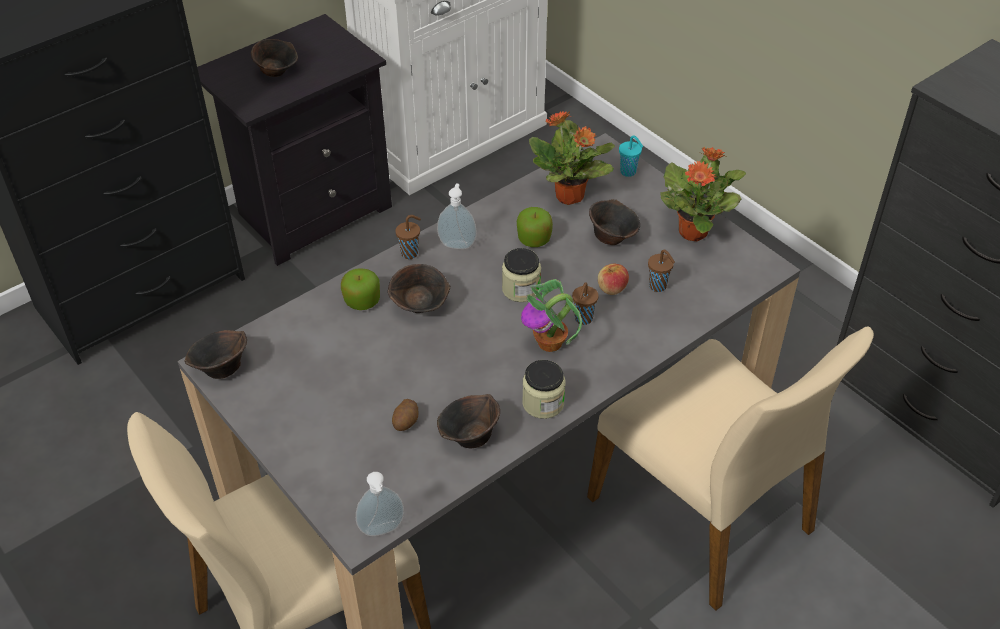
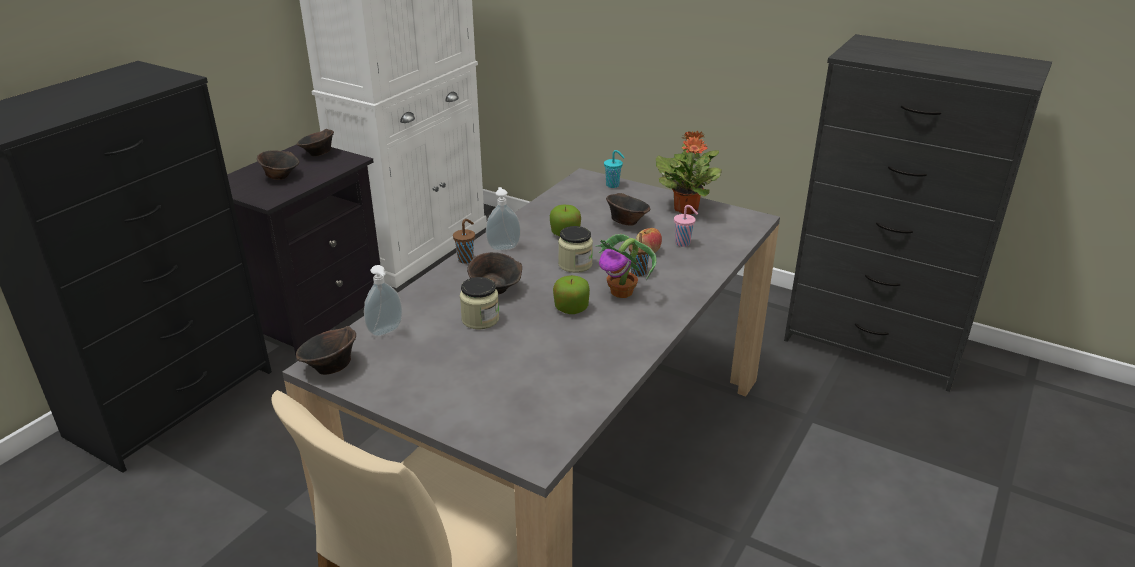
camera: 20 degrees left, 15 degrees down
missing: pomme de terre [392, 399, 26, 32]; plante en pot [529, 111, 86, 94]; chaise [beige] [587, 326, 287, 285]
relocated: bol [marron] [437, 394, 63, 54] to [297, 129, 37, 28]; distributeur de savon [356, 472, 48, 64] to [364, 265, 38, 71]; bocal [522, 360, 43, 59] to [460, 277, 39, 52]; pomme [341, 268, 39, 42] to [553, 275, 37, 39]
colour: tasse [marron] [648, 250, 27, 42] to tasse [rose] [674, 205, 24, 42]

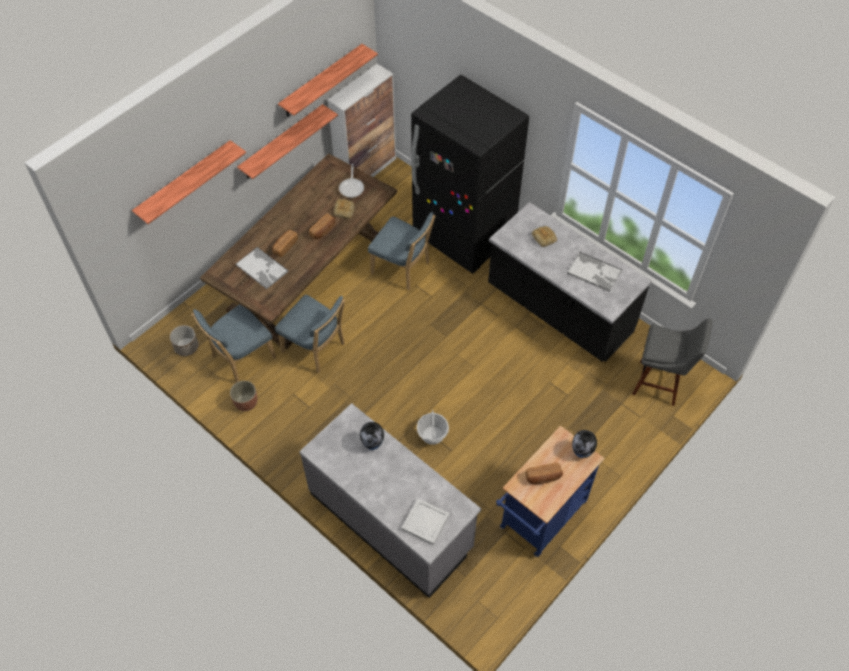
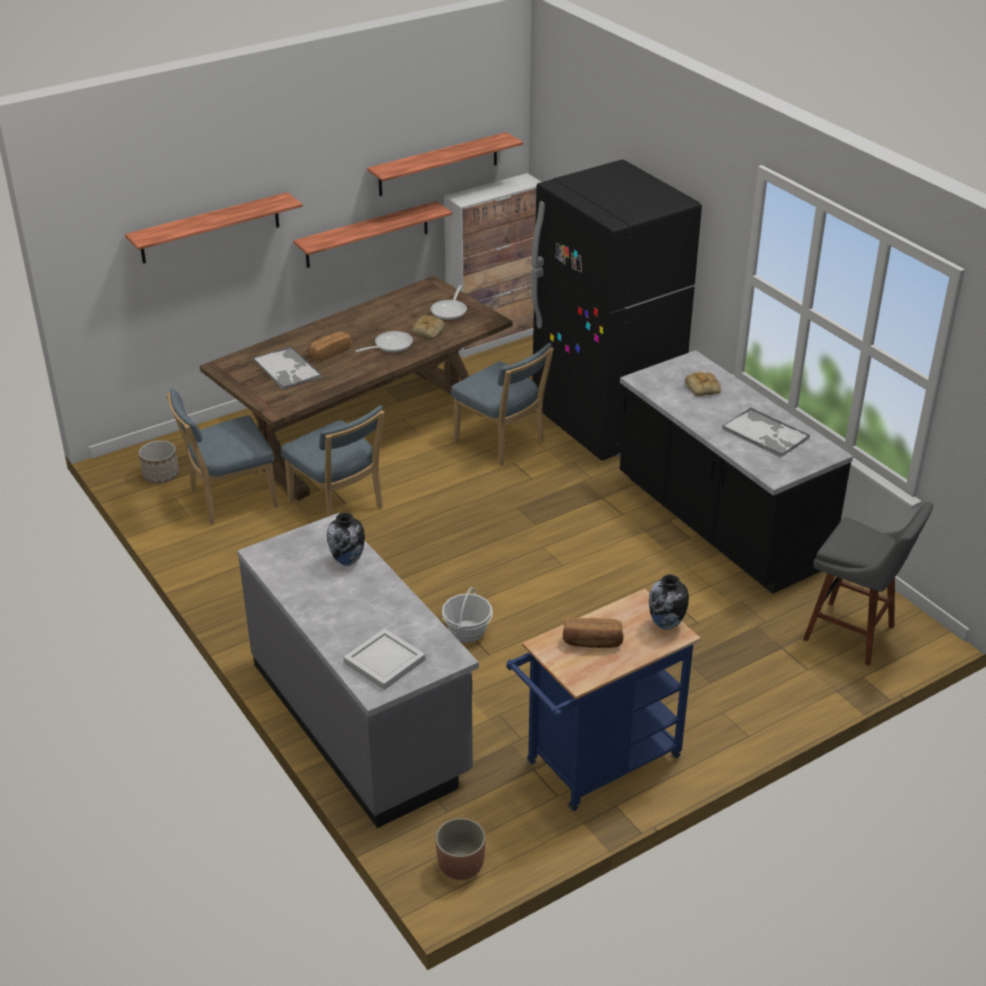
camera: 15 degrees right, 20 degrees down
relocated: cache-pot [230, 381, 27, 30] to [435, 818, 51, 62]
exchanged: pain [309, 213, 27, 26] to poêle [355, 331, 58, 22]

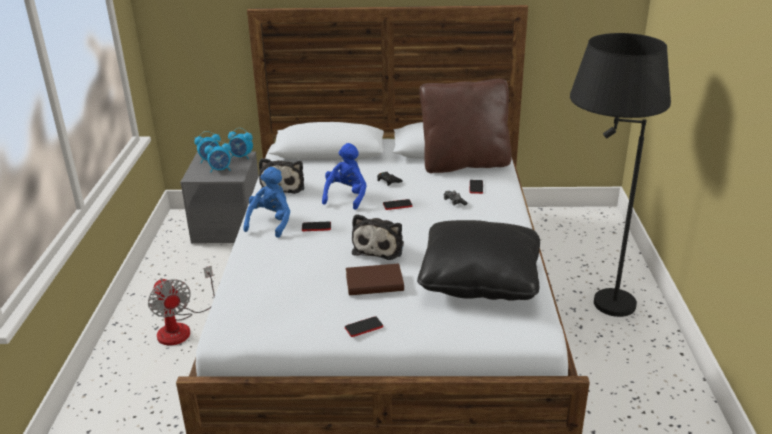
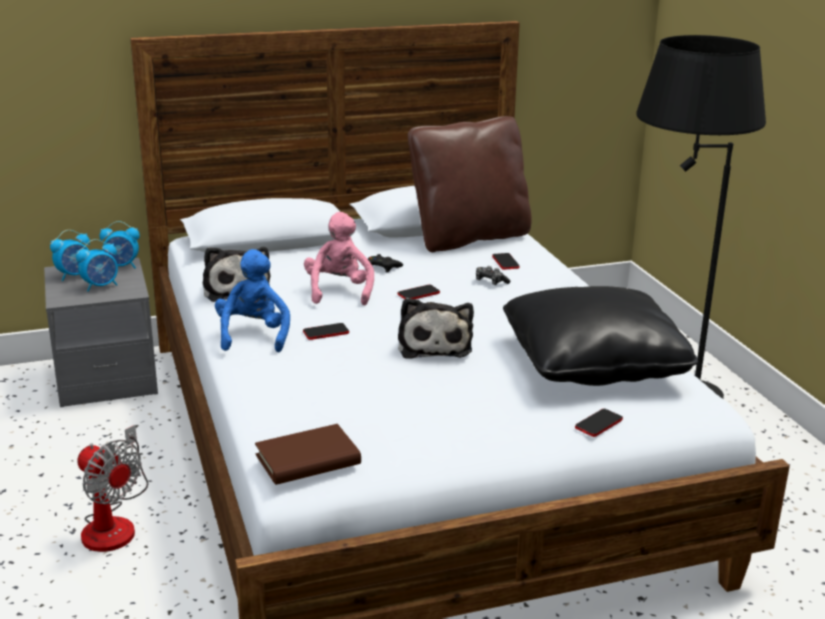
camera: 20 degrees left, 5 degrees down
relocated: livre [marron] [346, 264, 58, 31] to [255, 424, 106, 61]; téléphone [345, 316, 38, 21] to [575, 409, 48, 28]
colour: peluche [bleu] [322, 143, 45, 67] to peluche [rose] [304, 212, 70, 93]

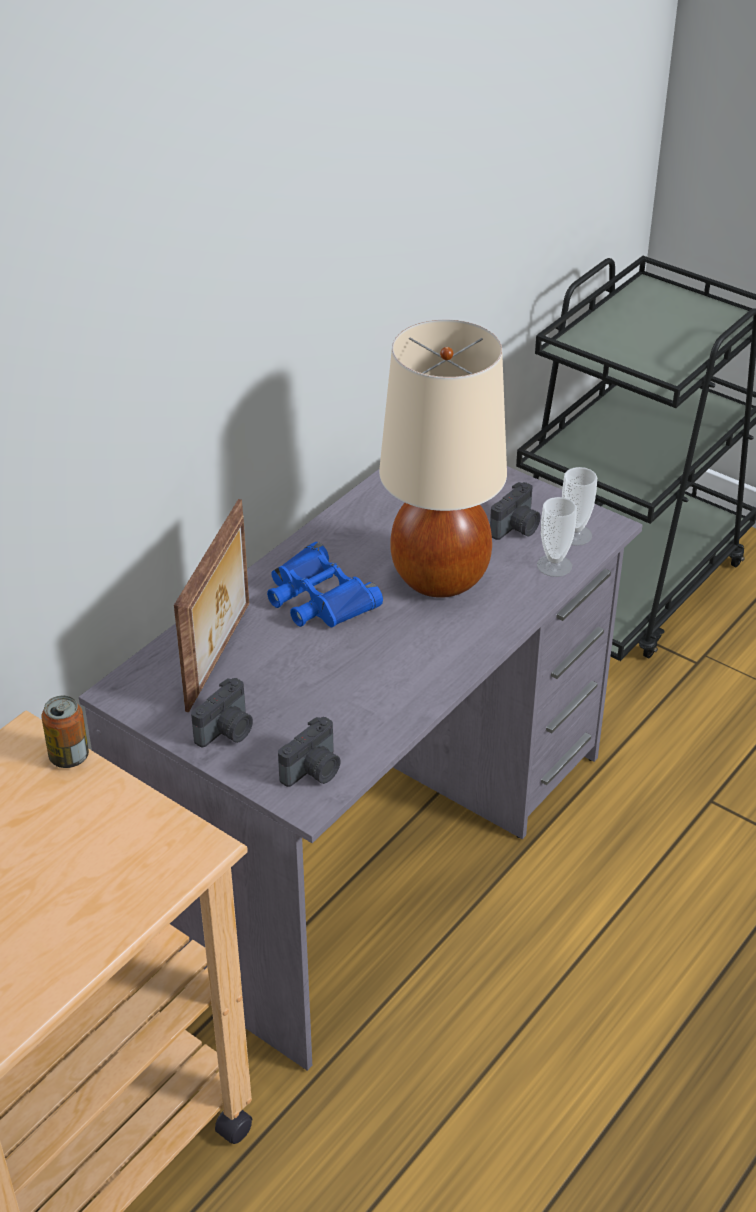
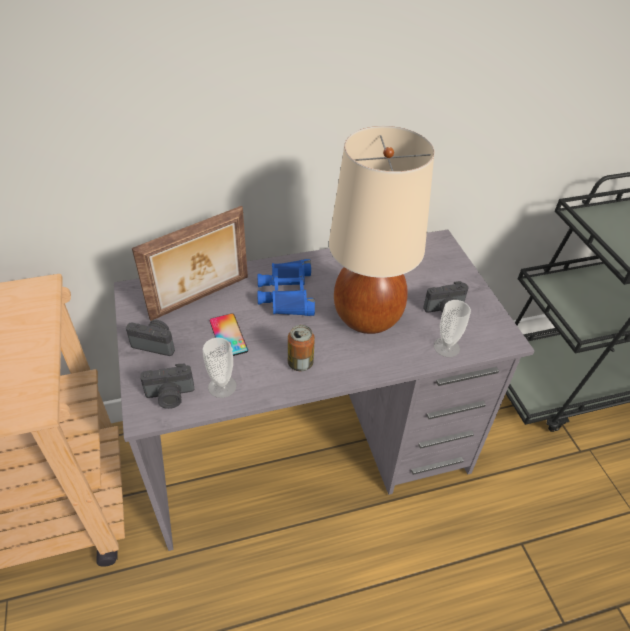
camera: 35 degrees right, 5 degrees up
appeared: téléphone [210, 313, 38, 43]
relocated: tasse [562, 467, 35, 79] to [203, 337, 34, 61]; boîte métallique [41, 696, 48, 72] to [288, 325, 27, 46]
spun: appareil photo [191, 678, 62, 69] = [126, 320, 49, 36] 150 degrees counterclockwise

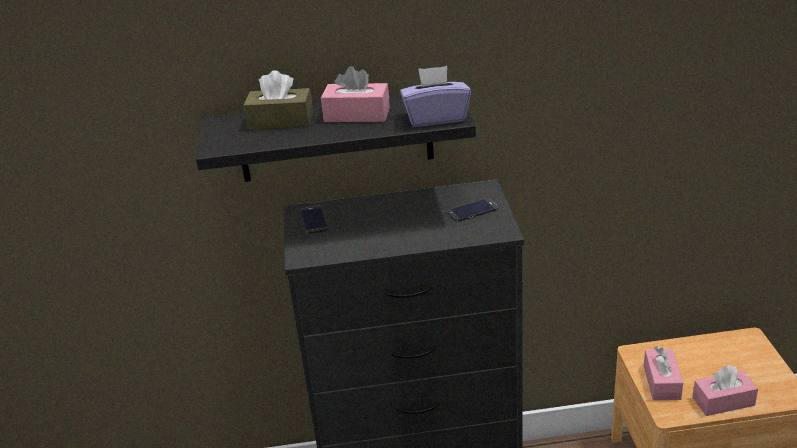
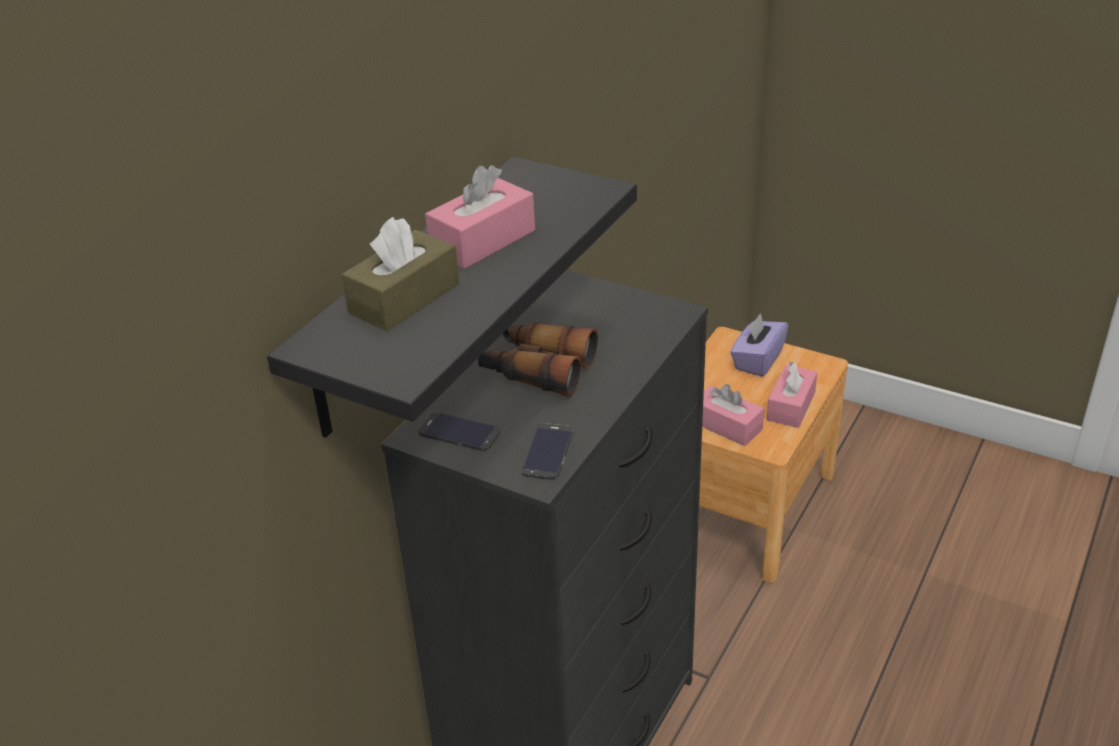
camera: 55 degrees left, 5 degrees up
appeared: jumelles [478, 322, 120, 75]
relocated: téléphone [448, 198, 50, 24] to [522, 423, 51, 57]; boîte à mouchoirs [violet] [400, 66, 71, 61] to [730, 313, 58, 64]

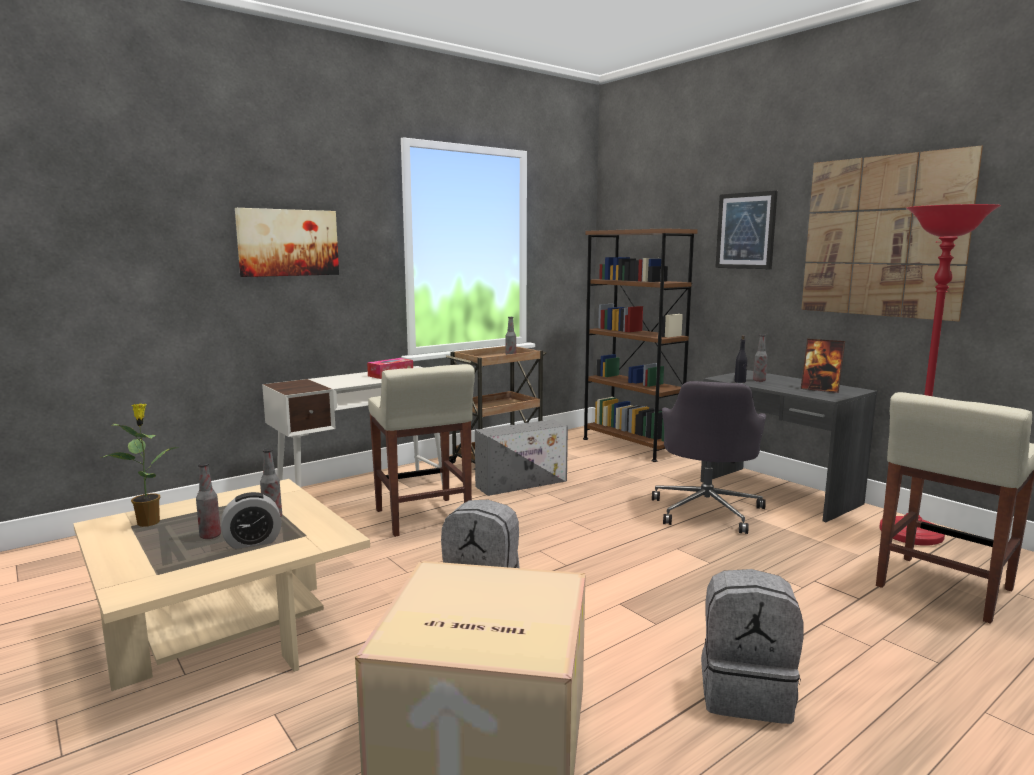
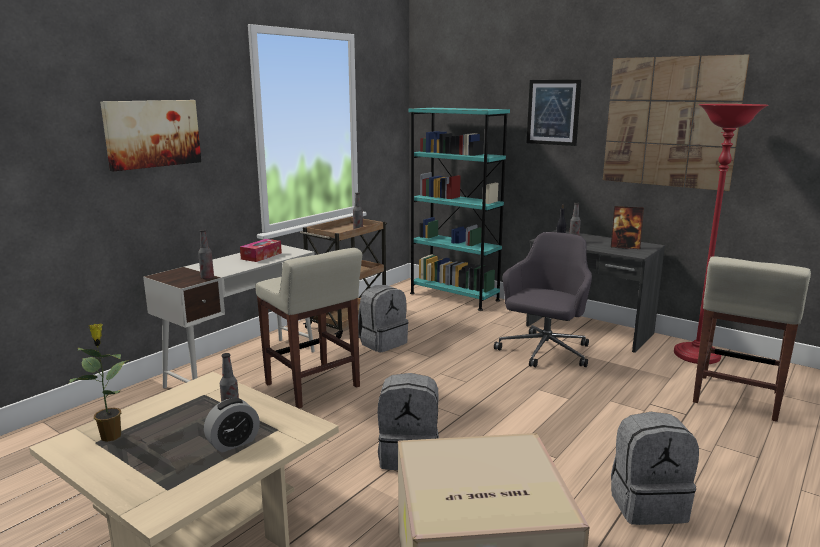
camera: 15 degrees left, 5 degrees up
relocated: bouteille [196, 462, 25, 77] to [198, 229, 16, 50]
exchanged: boîte de rangement [gris] [475, 419, 93, 77] to sac à dos [gris] [358, 285, 50, 67]
colour: bibliothèque [marron] [583, 228, 115, 234] to bibliothèque [turquoise] [409, 108, 101, 203]
spun: chaise de bureau [gris] [652, 381, 114, 153] = [494, 232, 98, 135] 150 degrees counterclockwise

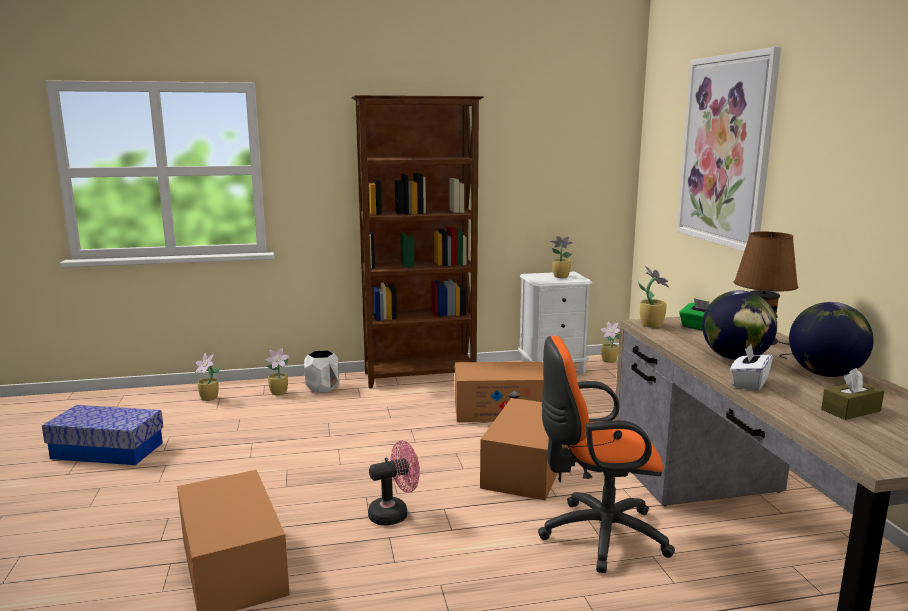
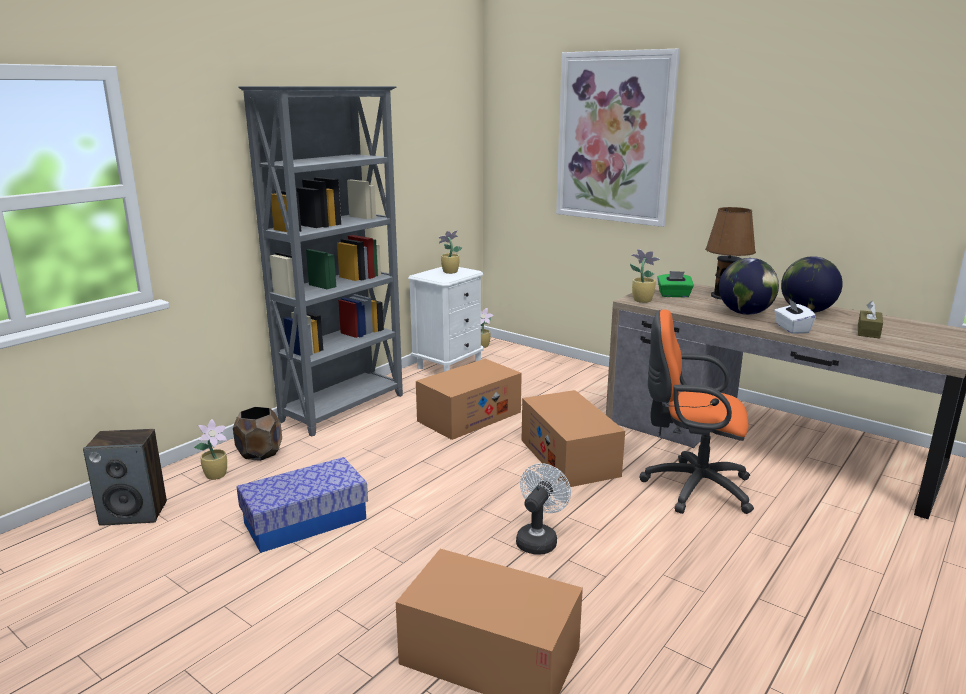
camera: 40 degrees left, 5 degrees up
relocated: boîte de rangement [42, 405, 121, 60] to [237, 457, 131, 96]
exchanged: plante en pot [195, 353, 25, 48] to enceinte [83, 429, 84, 97]
colour: cache-pot [blanc] [304, 350, 35, 43] to cache-pot [marron] [233, 407, 49, 54]; bibliothèque [marron] [351, 95, 133, 293] to bibliothèque [gris] [238, 86, 165, 351]; ventilateur [rose] [368, 440, 52, 86] to ventilateur [blanc] [516, 463, 55, 91]
spun: chaise de bureau [orange] [538, 336, 137, 237] = [639, 309, 115, 205] 60 degrees clockwise

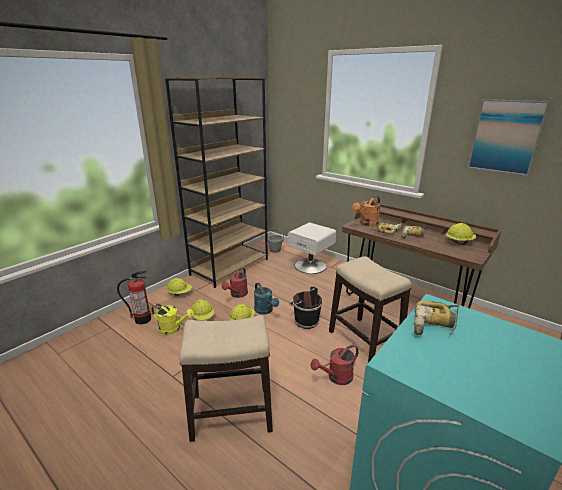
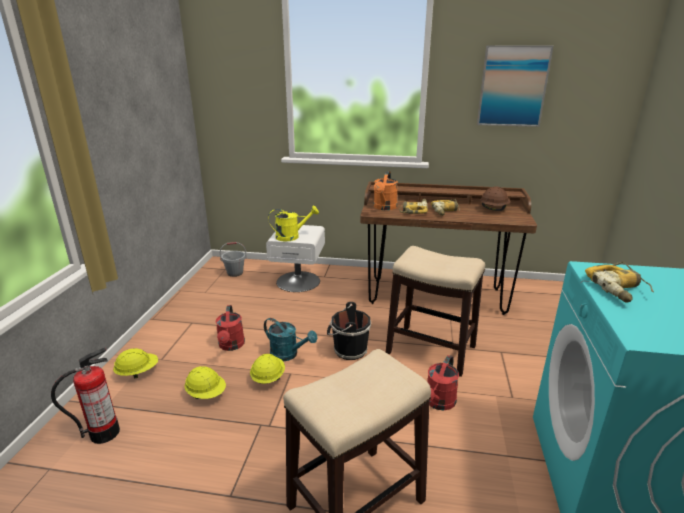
camera: 30 degrees left, 0 degrees up
missing: bibliothèque [marron] [165, 77, 103, 211]
relocated: arrosoir [jaune] [151, 304, 43, 31] to [268, 206, 51, 35]
colour: casque de chantier [jaune] [446, 223, 30, 22] to casque de chantier [marron] [480, 186, 31, 25]

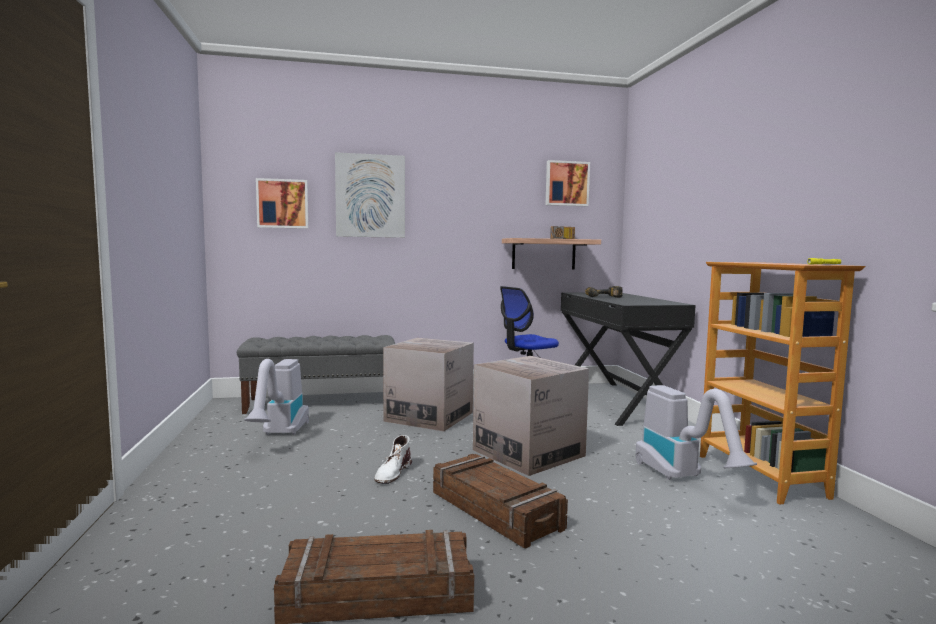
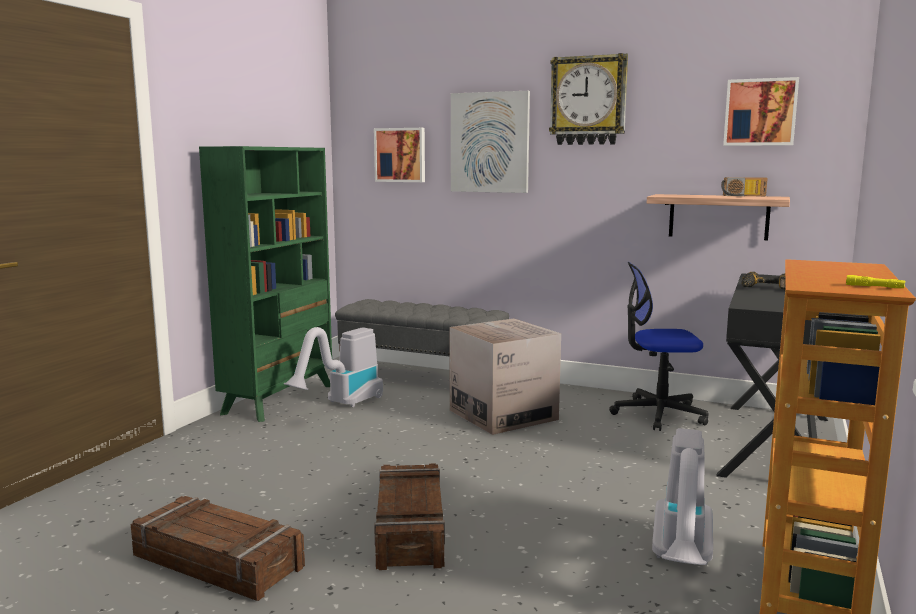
camera: 35 degrees right, 5 degrees up
missing: botte [blanc] [374, 435, 38, 49]; carton [473, 356, 116, 120]
appeared: bibliothèque [vert] [199, 146, 133, 276]; horloge murale [549, 53, 79, 92]

